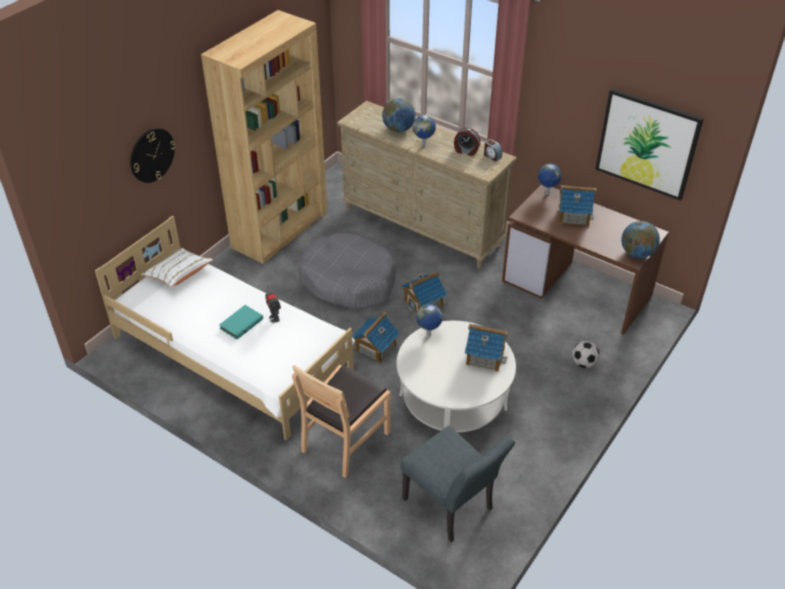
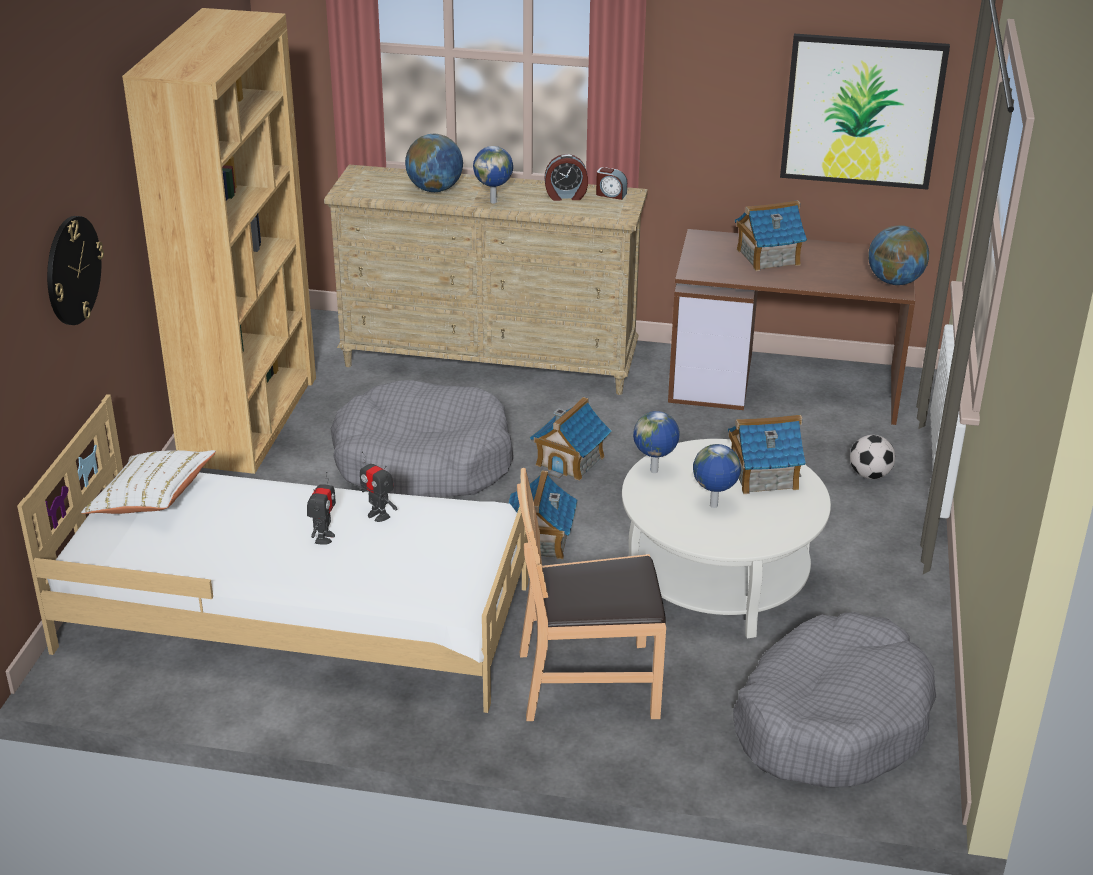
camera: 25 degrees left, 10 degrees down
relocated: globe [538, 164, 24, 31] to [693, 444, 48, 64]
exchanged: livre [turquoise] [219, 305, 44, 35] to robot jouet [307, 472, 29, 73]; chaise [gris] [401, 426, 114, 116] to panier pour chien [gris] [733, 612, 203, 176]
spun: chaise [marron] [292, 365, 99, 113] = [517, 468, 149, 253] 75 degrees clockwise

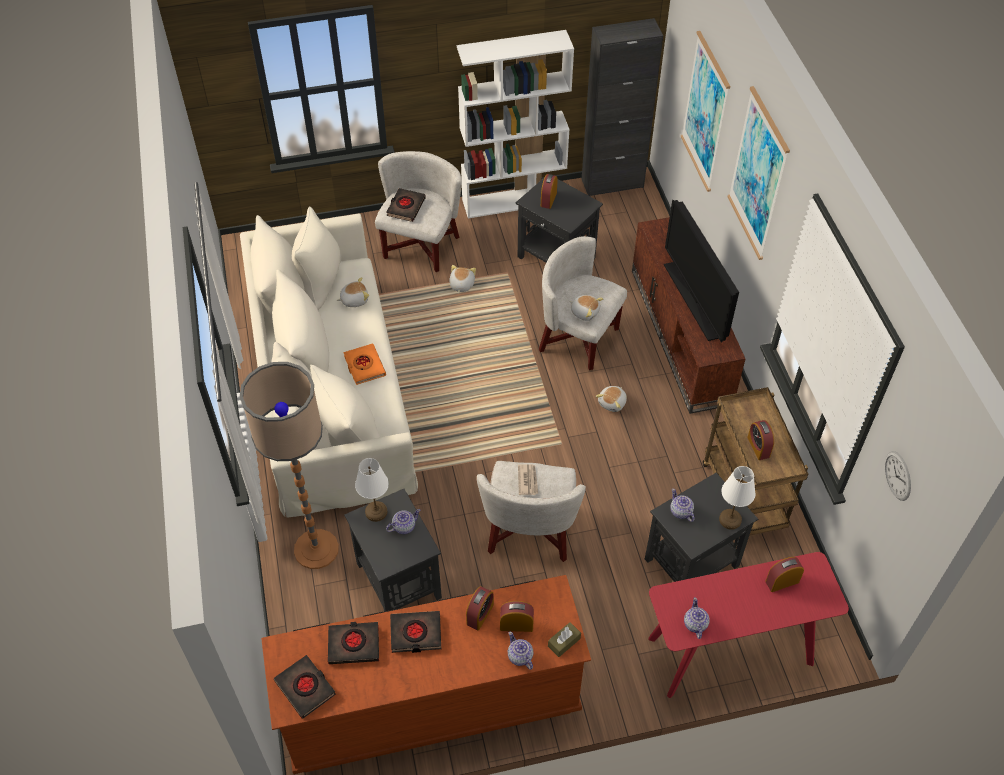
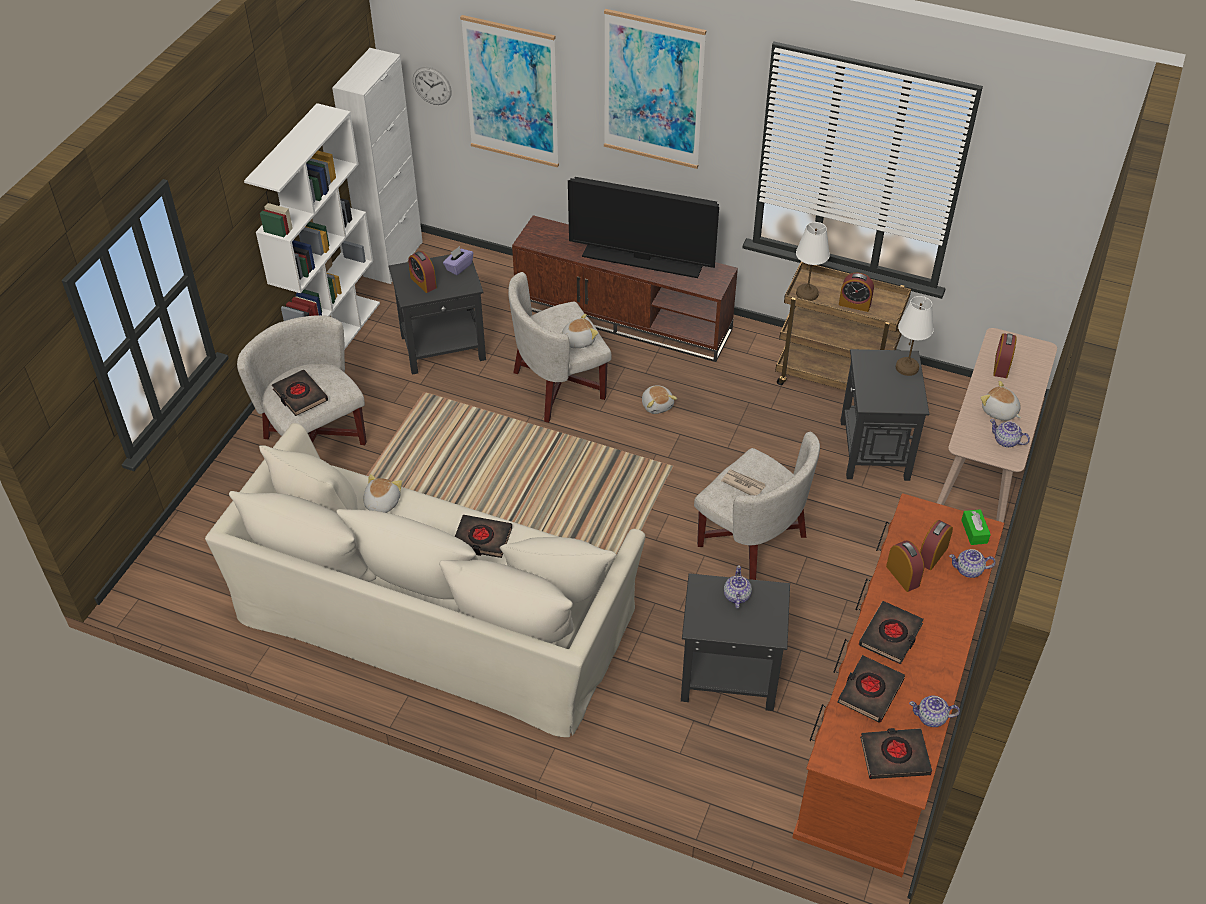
camera: 55 degrees left, 5 degrees down
missing: lampadaire [240, 362, 99, 207]
appeared: boîte à mouchoirs [violet] [443, 246, 30, 29]
relocated: horloge murale [885, 451, 26, 50] to [413, 67, 39, 38]; lampe de table [blanc] [355, 458, 34, 64] to [796, 222, 34, 79]; théière [670, 489, 25, 33] to [909, 696, 51, 31]; peluche [449, 265, 27, 28] to [980, 381, 41, 40]
colour: meuble de rangement [noir] [582, 18, 81, 178] to meuble de rangement [blanc] [332, 48, 91, 236]; livre [orange] [343, 343, 43, 42] to livre [noir] [455, 515, 57, 43]; table console [rouge] [648, 552, 201, 146] to table console [beige] [937, 328, 120, 212]; boîte à mouchoirs [marron] [548, 622, 33, 35] to boîte à mouchoirs [vert] [961, 509, 30, 36]

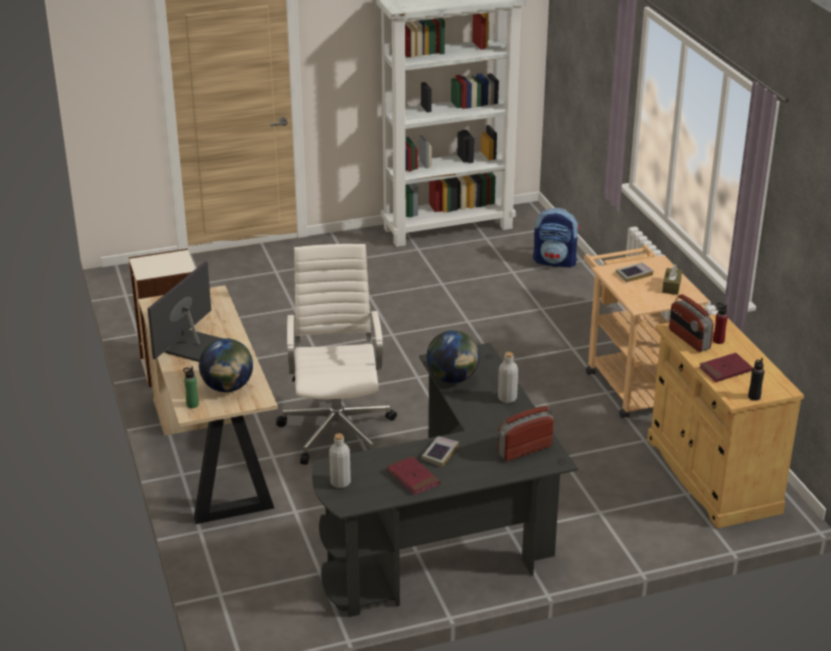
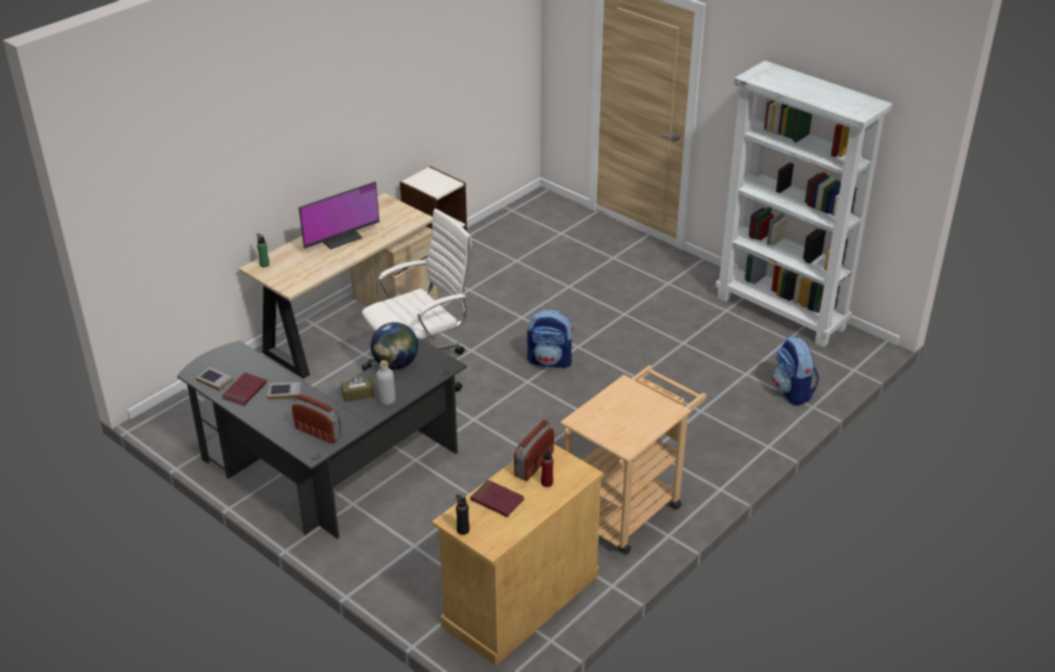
camera: 60 degrees right, 5 degrees up
missing: globe [199, 338, 54, 54]; bouteille [gris] [329, 433, 22, 55]
appeared: sac à dos [527, 309, 47, 60]
relocated: livre [616, 263, 37, 19] to [196, 367, 37, 24]; boîte à mouchoirs [marron] [662, 265, 20, 30] to [341, 376, 33, 26]
spun: écran d'ordinateur [147, 261, 76, 101] = [299, 181, 80, 68] 150 degrees clockwise

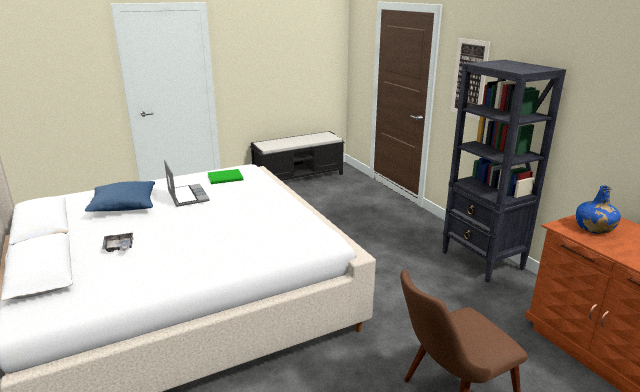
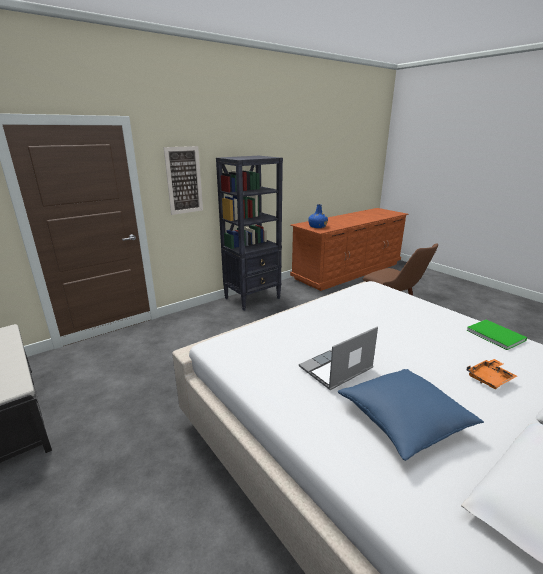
camera: 100 degrees left, 0 degrees up
relocated: livre [vert] [208, 169, 35, 15] to [466, 320, 61, 30]
colour: plateau [gris] [102, 233, 31, 19] to plateau [orange] [467, 359, 50, 30]

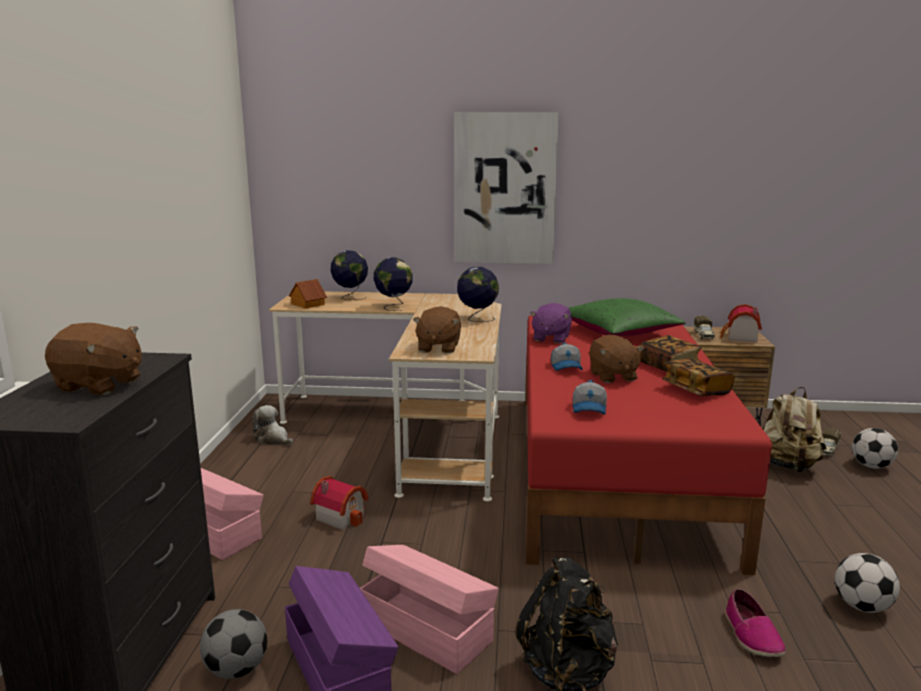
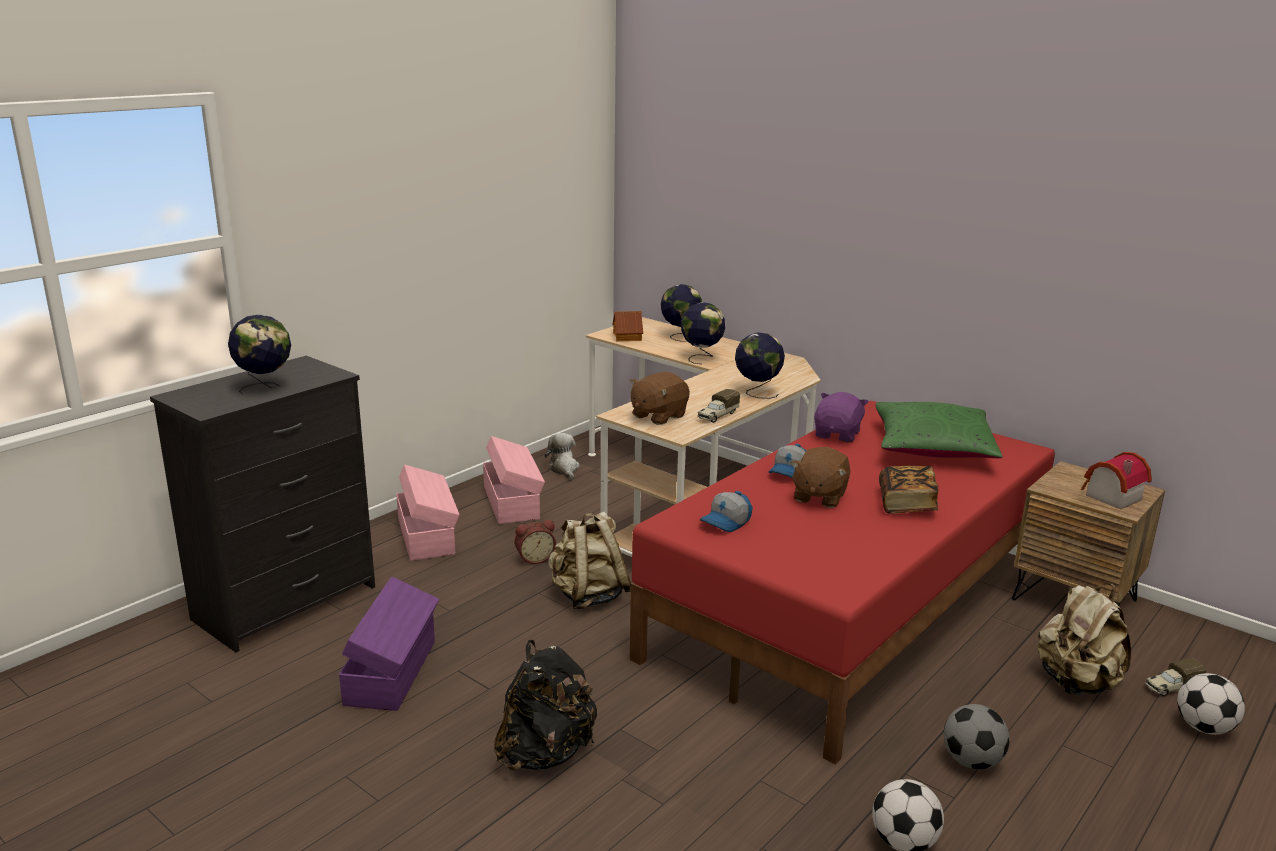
camera: 35 degrees right, 5 degrees up
missing: tableau [454, 112, 105, 152]; livre [662, 359, 73, 37]; chaussure [725, 589, 61, 68]
appeared: sac à dos [beige] [548, 511, 84, 98]
relocated: boîte de rangement [rose] [360, 545, 139, 129] to [483, 436, 62, 88]; camion jouet [694, 316, 21, 24] to [697, 389, 43, 34]; ballon de foot [200, 609, 67, 70] to [944, 704, 65, 65]
exchanged: peluche [marron] [45, 323, 97, 72] to globe [228, 314, 63, 80]; maison miniature [310, 476, 59, 54] to réveil [515, 520, 41, 44]
spun: peluche [violet] [530, 303, 42, 41] = [814, 392, 55, 51] 150 degrees clockwise

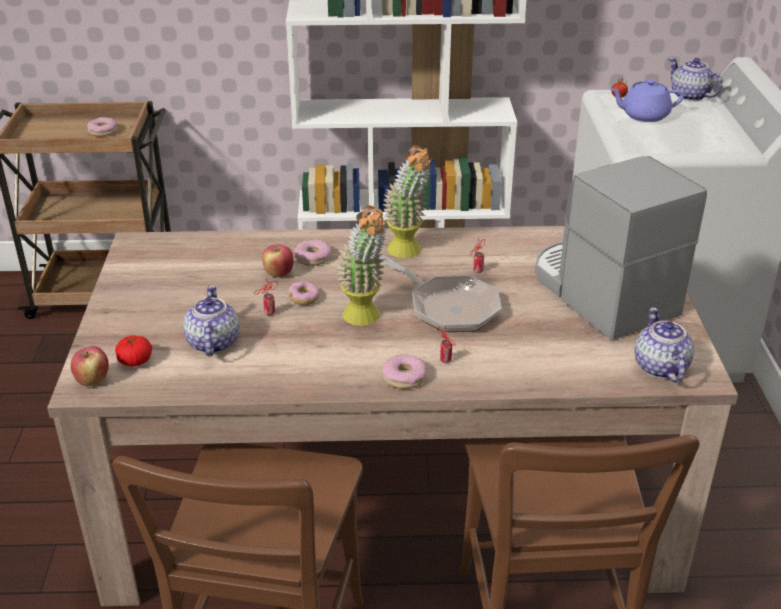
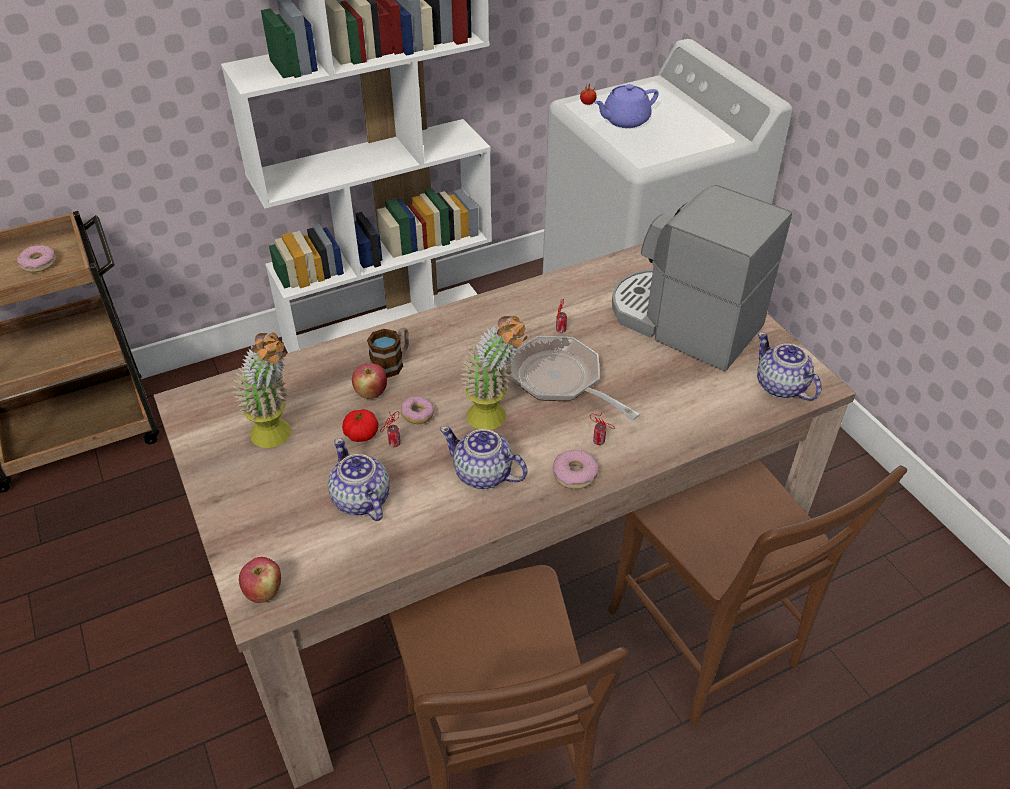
camera: 25 degrees left, 10 degrees up
relocated: plante en pot [383, 145, 49, 113] to [231, 332, 60, 116]; tomate [115, 335, 37, 32] to [342, 409, 37, 33]; théière [668, 58, 54, 43] to [440, 426, 88, 63]
exchanged: beignet [294, 240, 37, 26] to mug [367, 328, 42, 50]
spun: poêle [378, 255, 124, 77] = [511, 336, 129, 84] 150 degrees counterclockwise

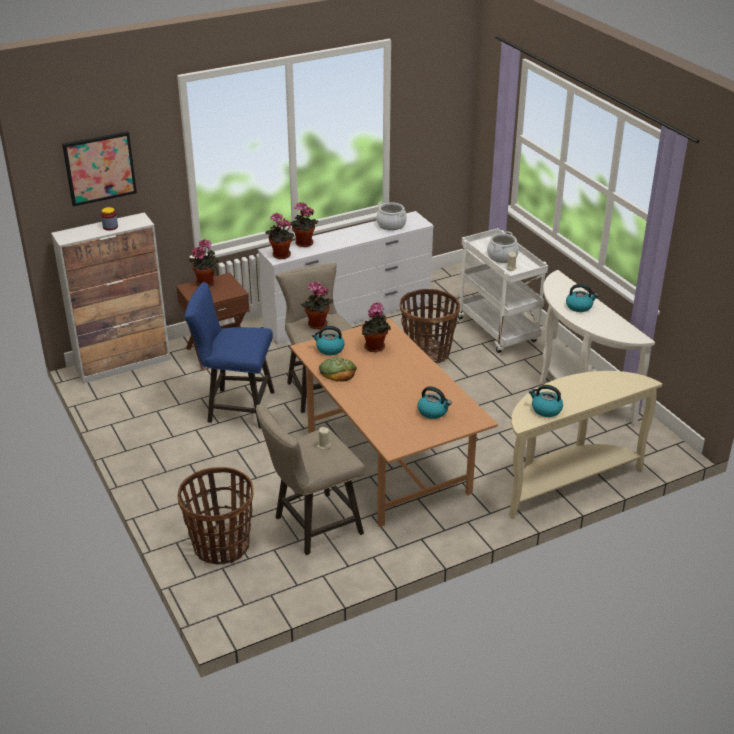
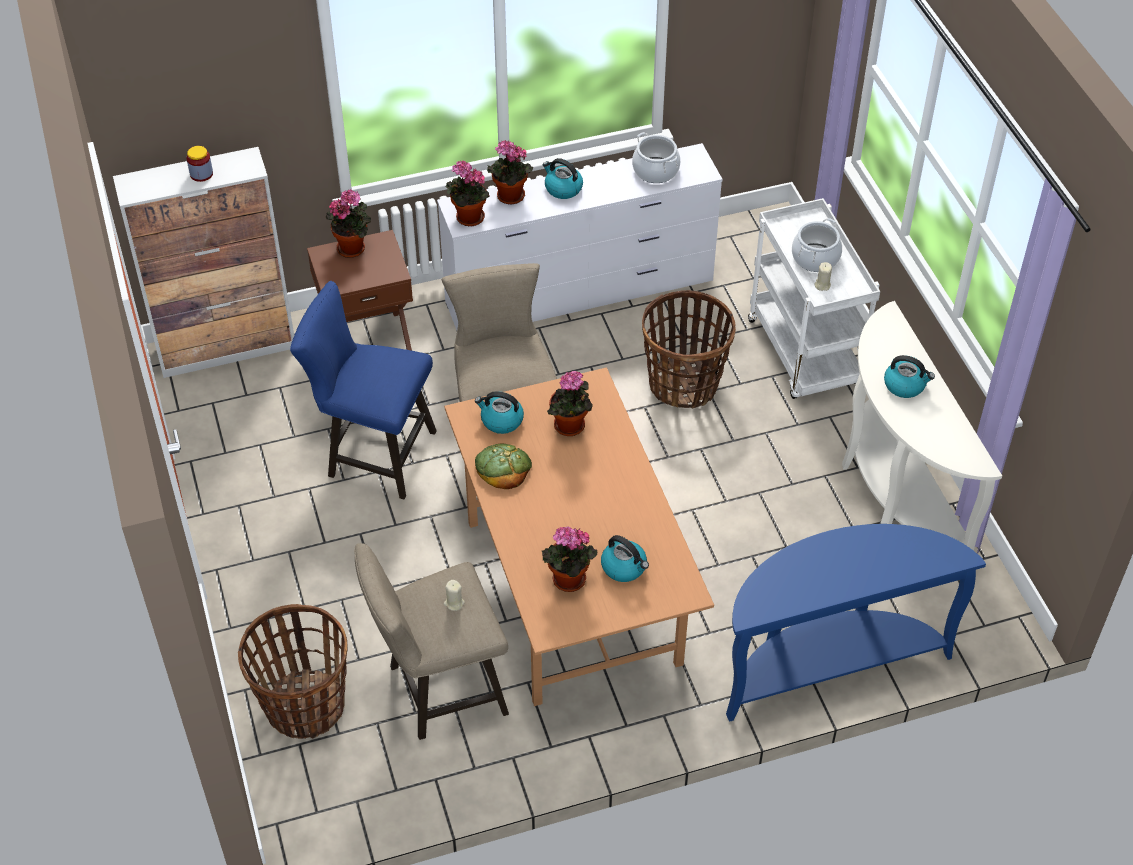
camera: 10 degrees right, 15 degrees up
missing: tableau [62, 131, 75, 75]
relocated: plante en pot [301, 281, 32, 48] to [542, 526, 55, 66]; bouilloire [529, 385, 34, 32] to [543, 158, 40, 41]
colour: table console [beige] [509, 371, 153, 148] to table console [bleu] [726, 524, 260, 198]

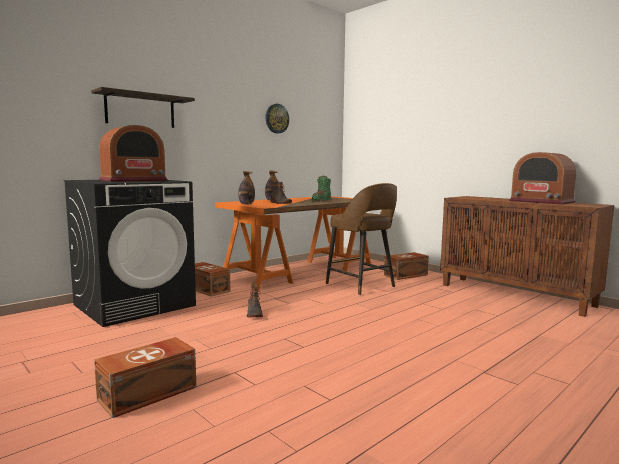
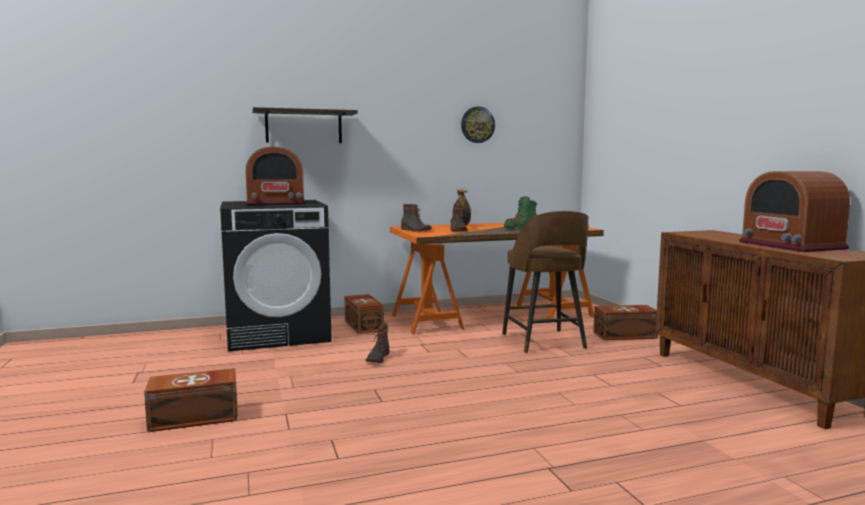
camera: 25 degrees right, 0 degrees up
exchanged: bouteille [238, 171, 17, 33] to botte [401, 204, 31, 28]

